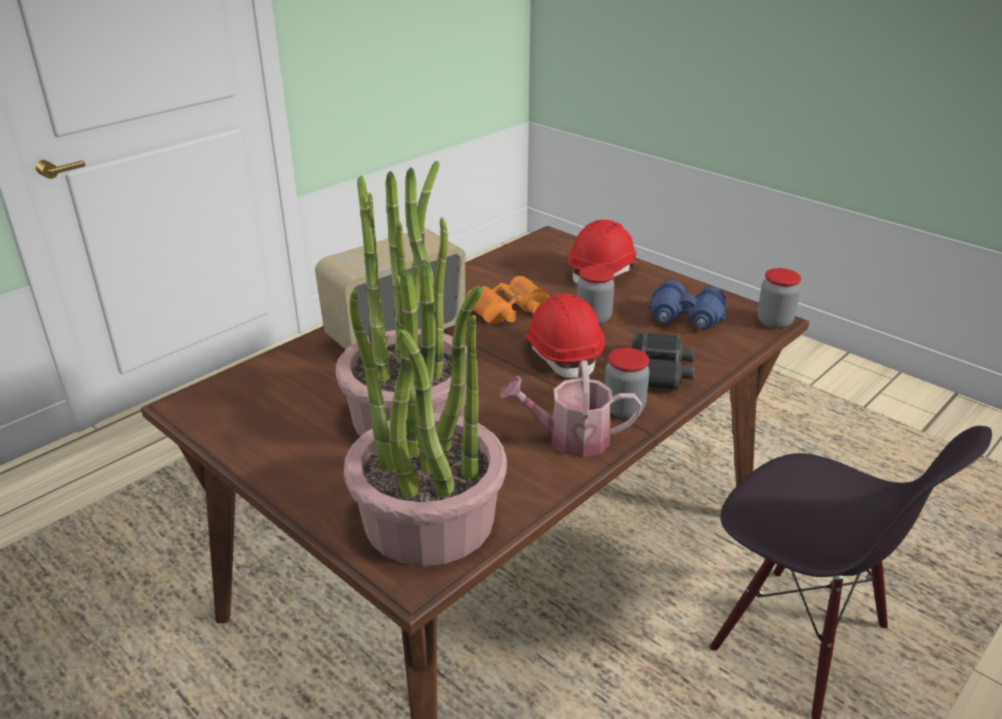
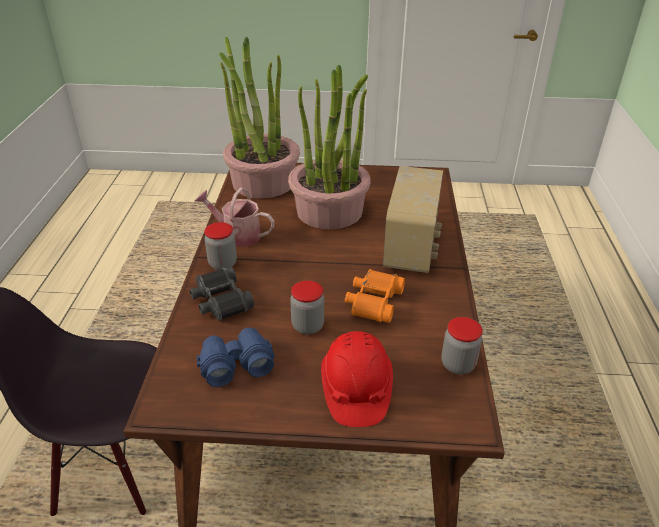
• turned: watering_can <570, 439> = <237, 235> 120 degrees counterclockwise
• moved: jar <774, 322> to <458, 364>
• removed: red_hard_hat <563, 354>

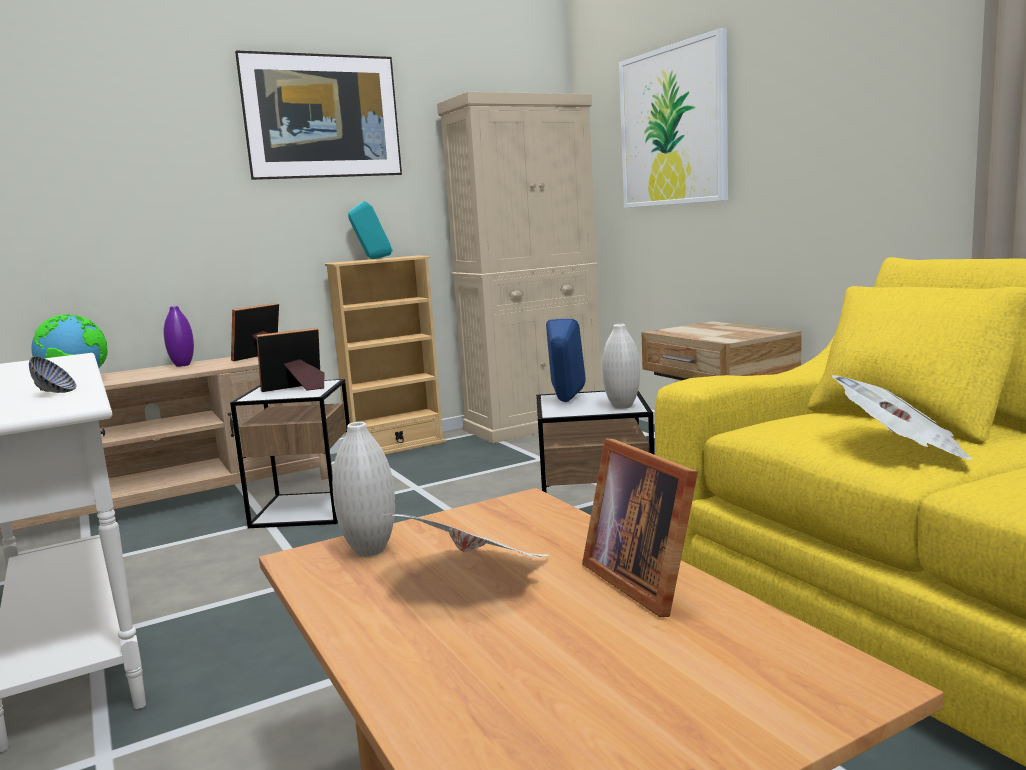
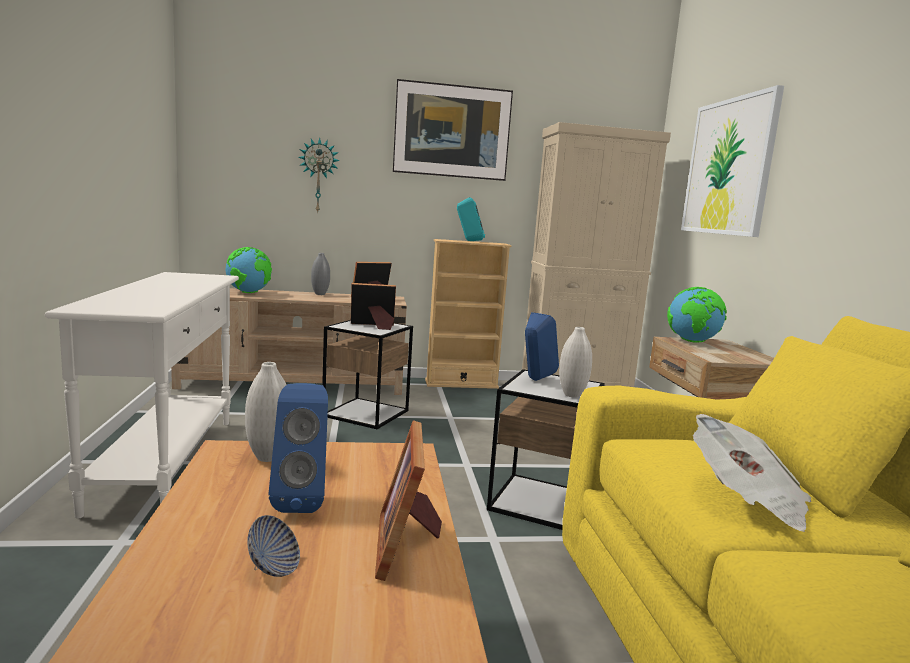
• moved: bowl <55, 393> to <273, 568>
• replaced: newspaper <475, 578> to blue_speaker <302, 500>
• added: wall_clock <318, 176>
• recoloured: purple_vase <182, 365> to grey_vase <320, 294>
• added: globe <692, 342>

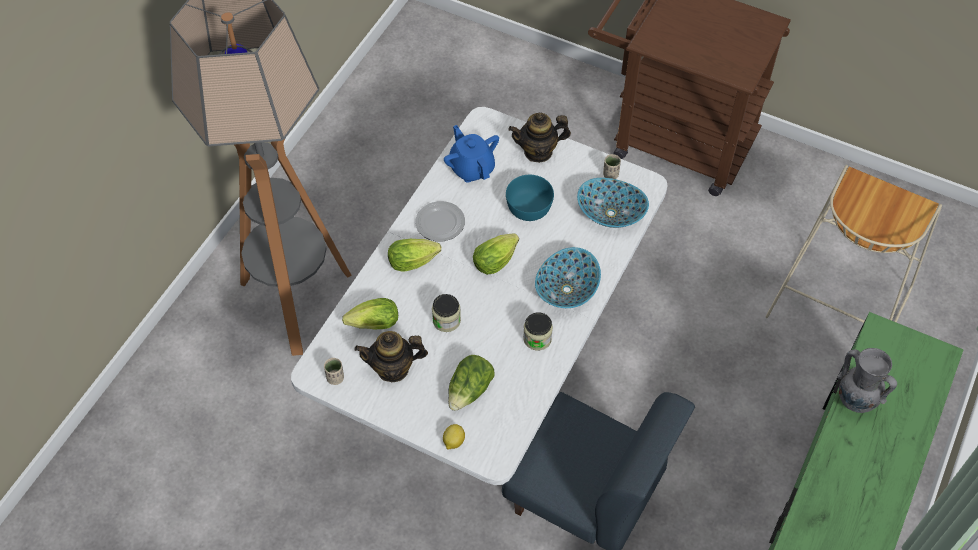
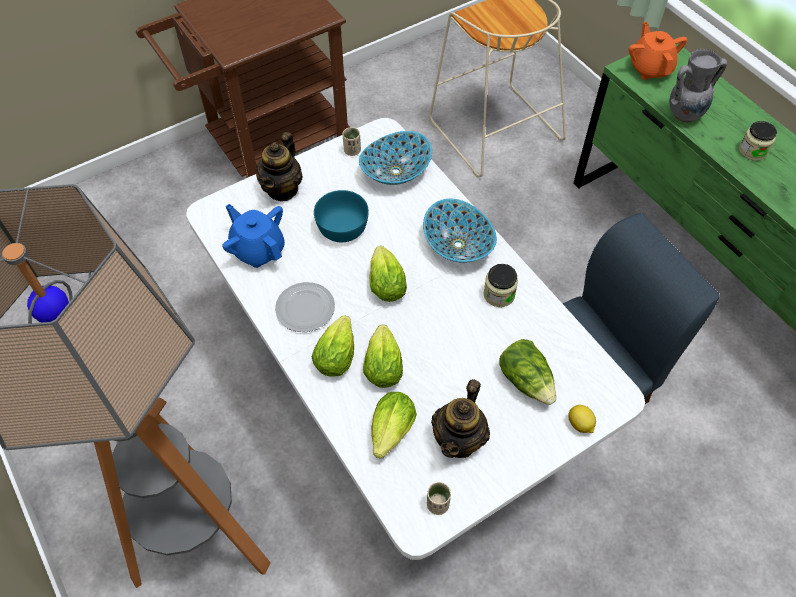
• turned: blue_teapot <472, 168> = <258, 249> 45 degrees clockwise
• added: lettuce <383, 364>
• added: orange_teapot <650, 68>
• moved: jar <446, 320> to <752, 151>

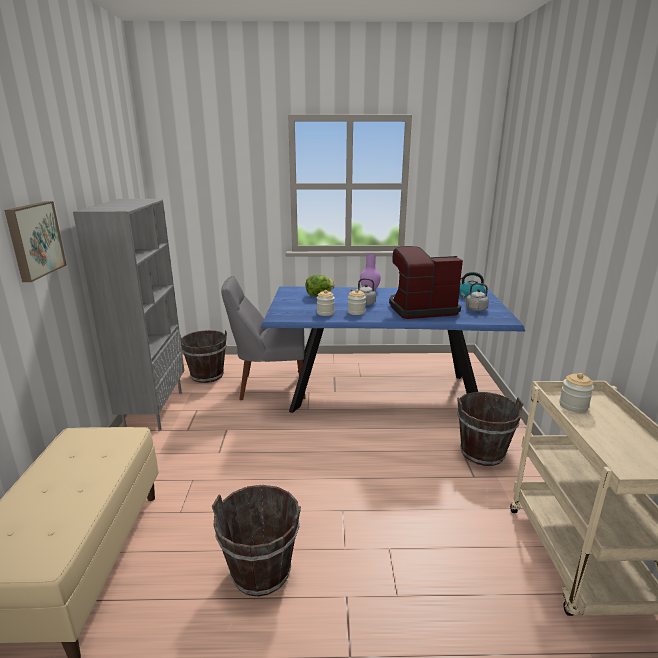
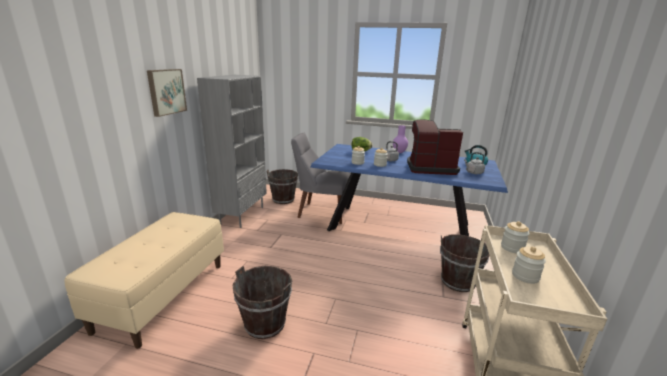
• added: jar <525, 276>

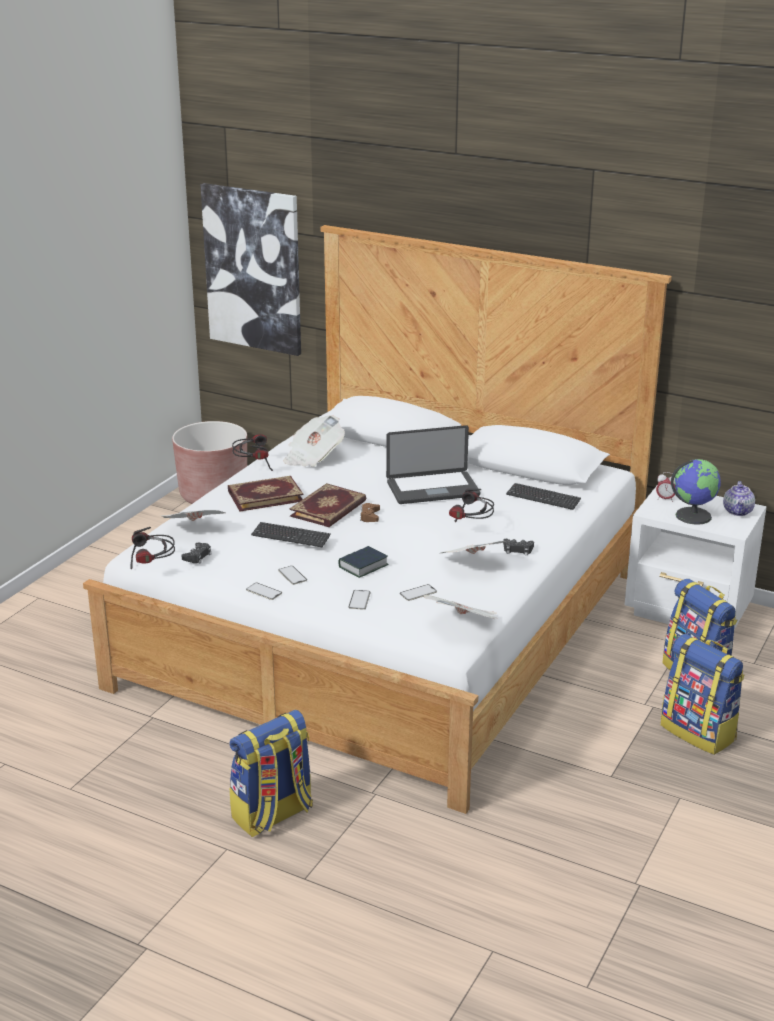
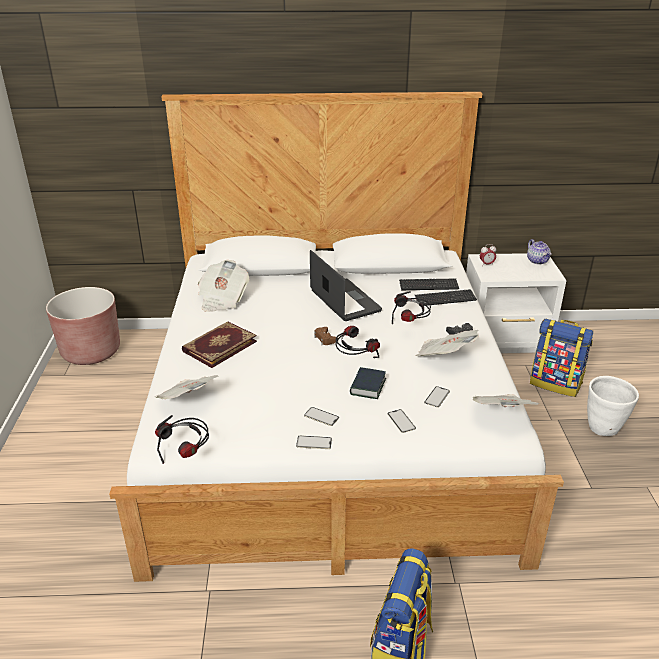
• turned: laptop <433, 489> = <345, 301> 75 degrees counterclockwise
• moved: headphones <253, 468> to <354, 360>
• moved: keyboard <291, 536> to <445, 299>
• replaced: backpack <699, 732> to white_planter <603, 428>
• removed: black_game_controller <197, 556>
• removed: picture <253, 269>
• removed: book <329, 509>
• removed: globe <693, 515>

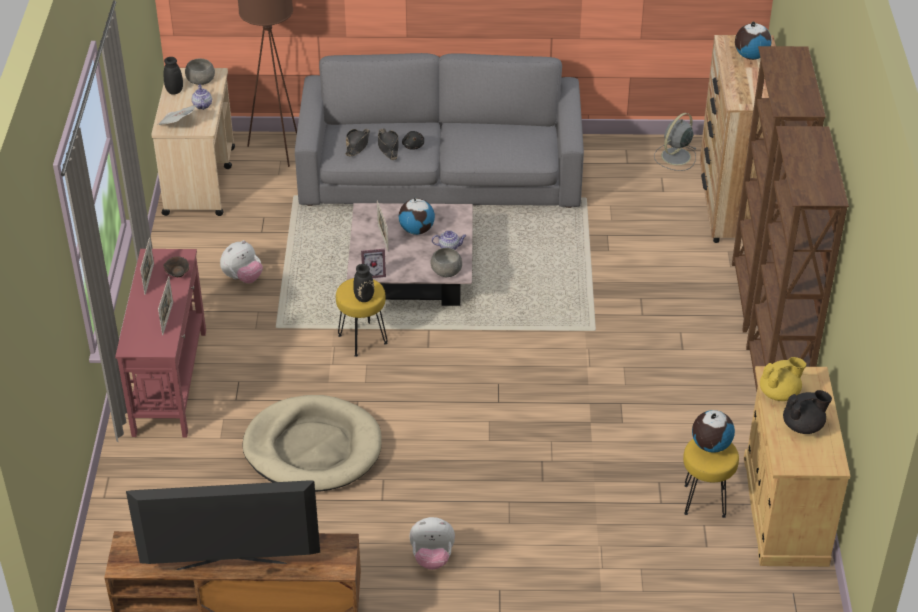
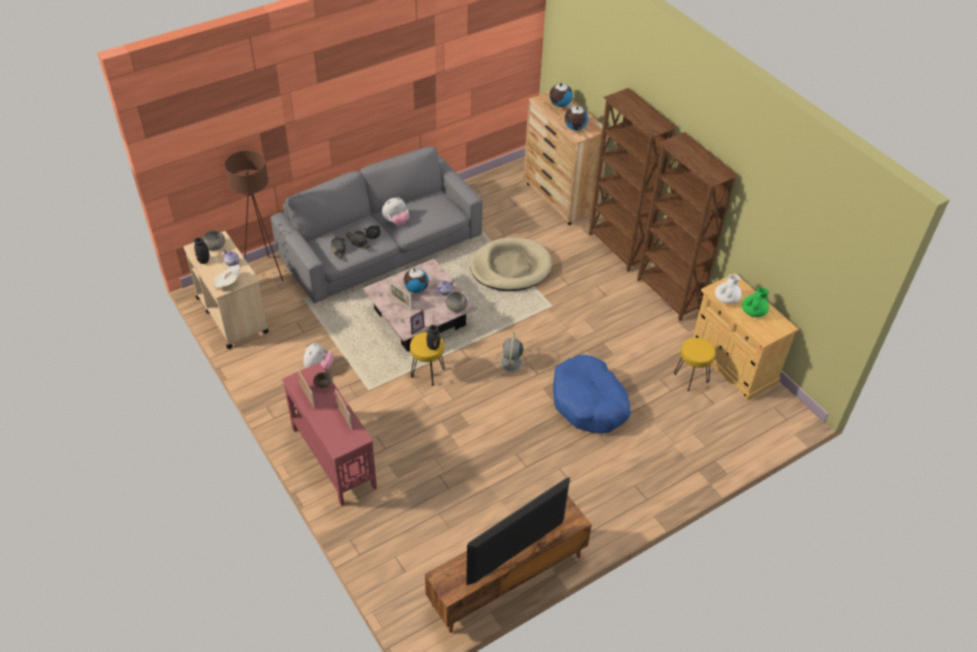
• moved: plush_toy <432, 558> to <396, 221>
• moved: beige_dog_bed <313, 448> to <510, 267>
• moved: grey_fan <675, 157> to <511, 364>
• added: blue_dog_bed <589, 402>
• moved: globe <710, 445> to <575, 127>
• recoloured: yellow_teapot <779, 393> to white_teapot <726, 298>
• recoloured: black_teapot <803, 426> to green_teapot <753, 311>

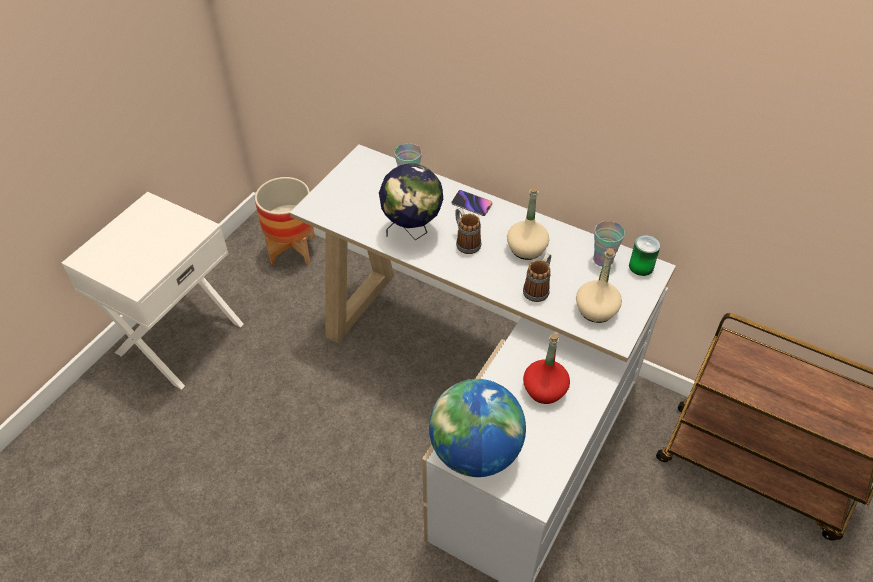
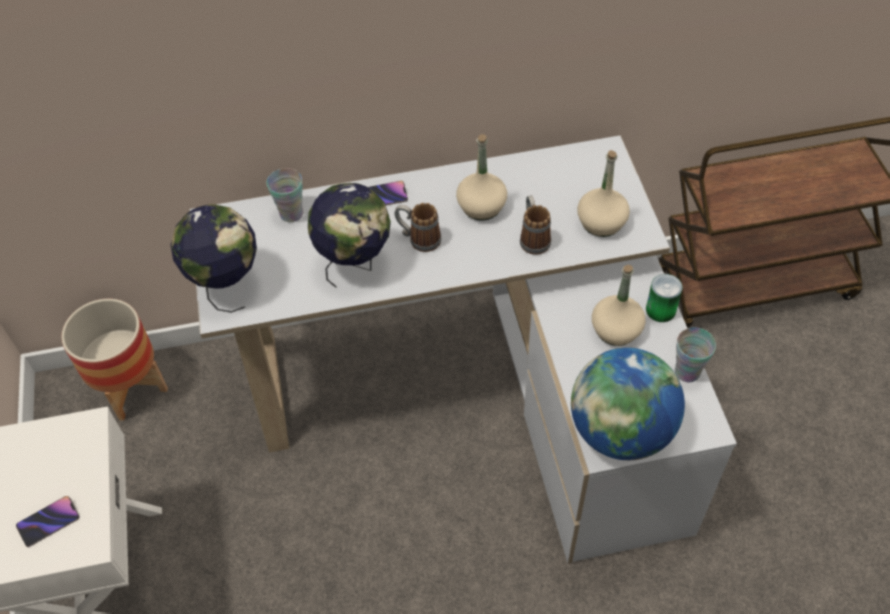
• added: phone <49, 522>
• added: globe <227, 285>
• recoloured: red_bottle <544, 389> to beige_bottle <616, 330>
• moved: can <641, 266> to <660, 310>
• moved: cup <603, 260> to <687, 372>

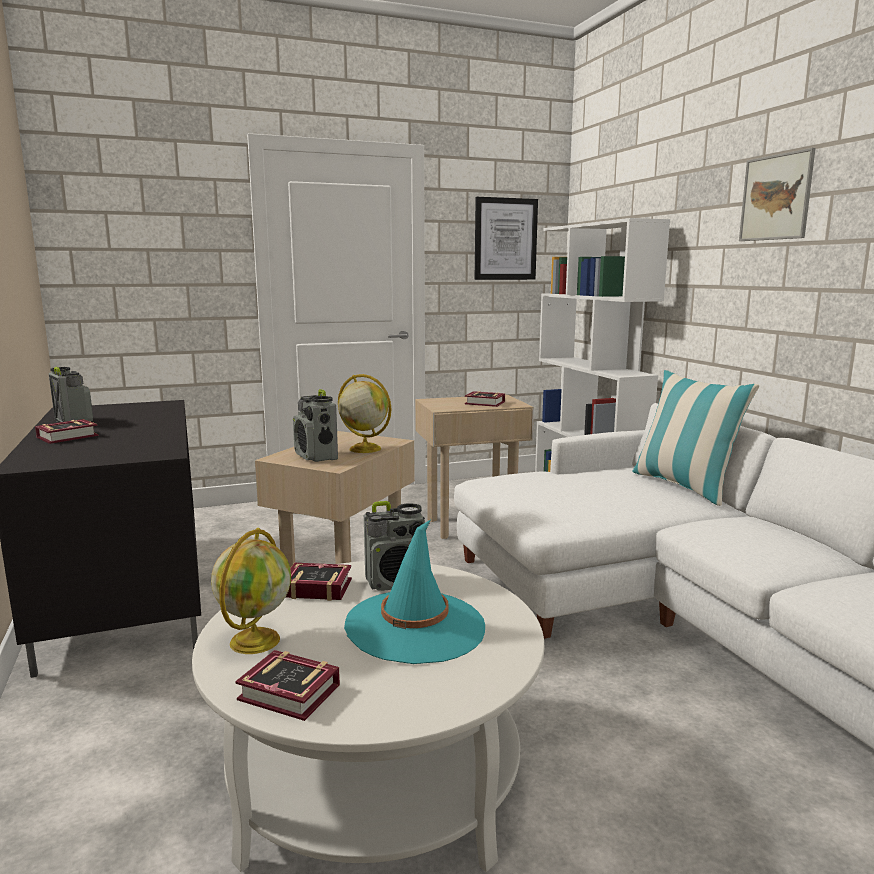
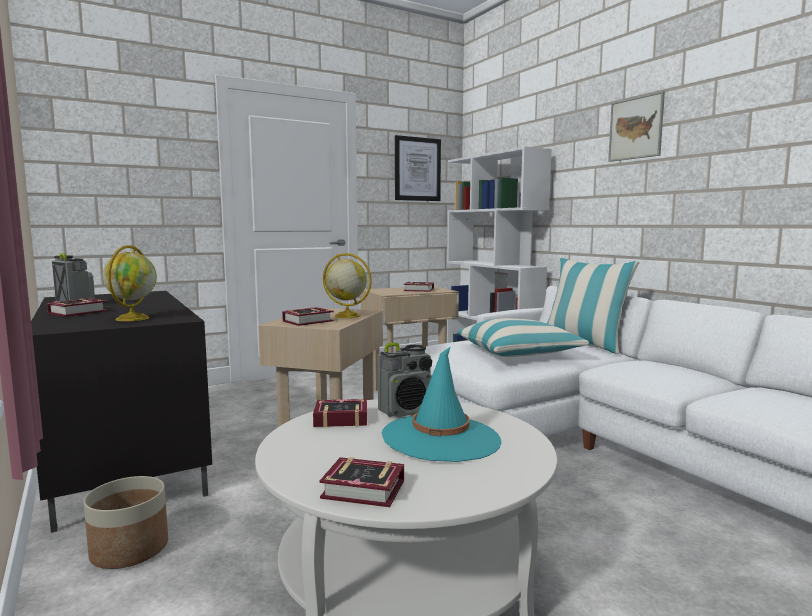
• added: planter <130, 549>
• moved: globe <255, 640> to <133, 318>
• replaced: radio <316, 456> to book <310, 321>
• added: pillow <518, 353>

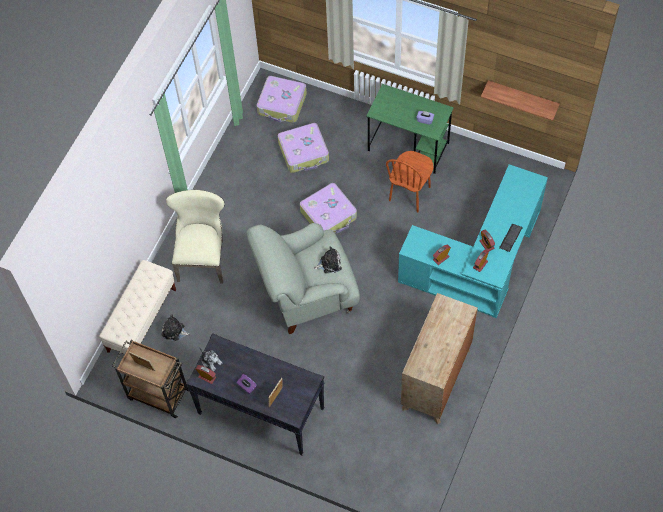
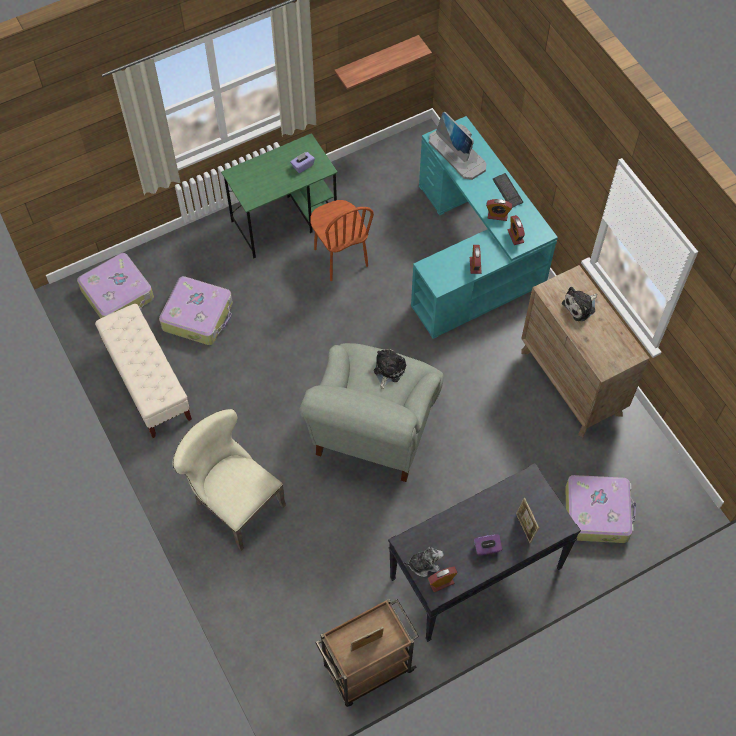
• moved: beige_bench <142, 320> to <148, 383>
• added: monitor <457, 154>
• moved: plush_toy <174, 331> to <580, 306>
• moved: suitcase <329, 215> to <597, 513>

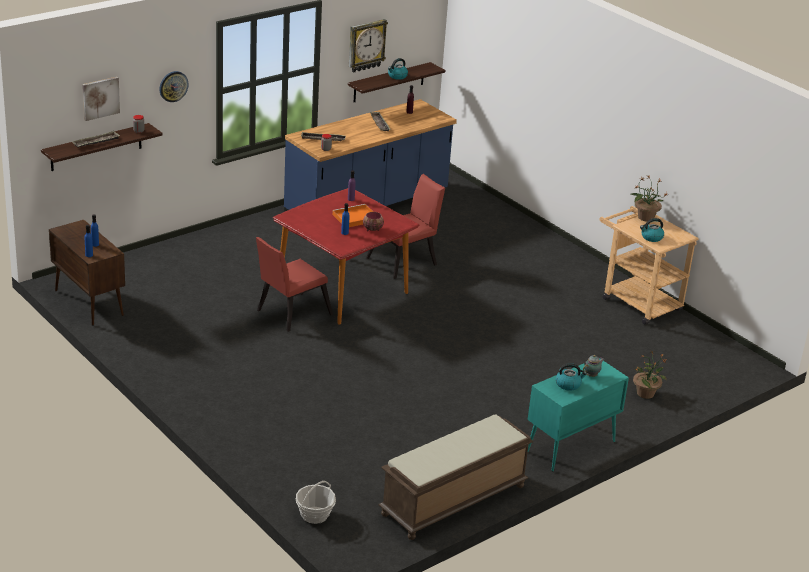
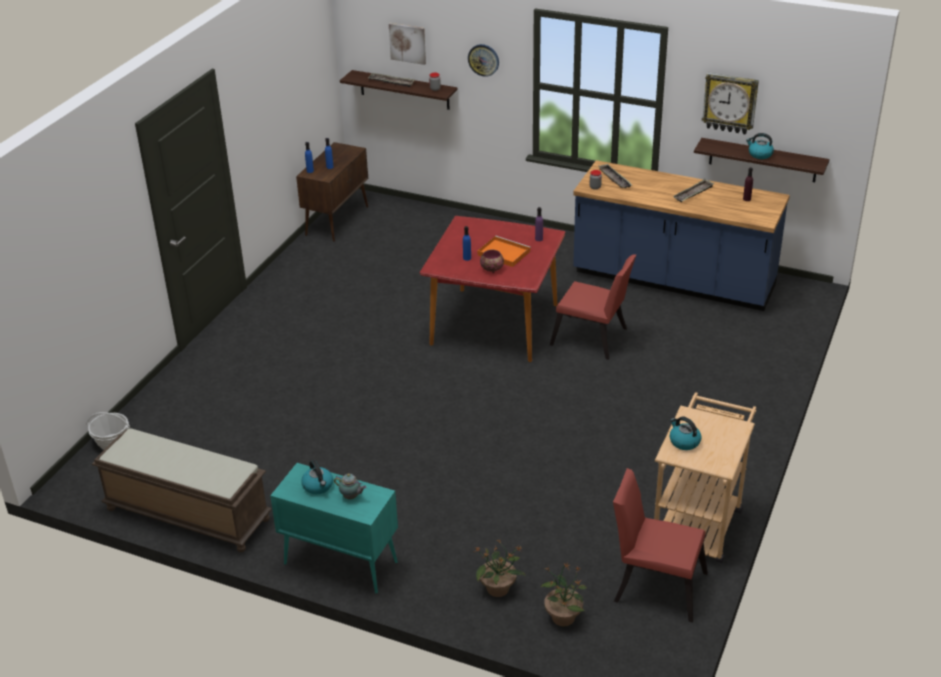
• moved: potted_plant <645, 217> to <563, 617>
• moved: red_chair <290, 313> to <654, 584>

